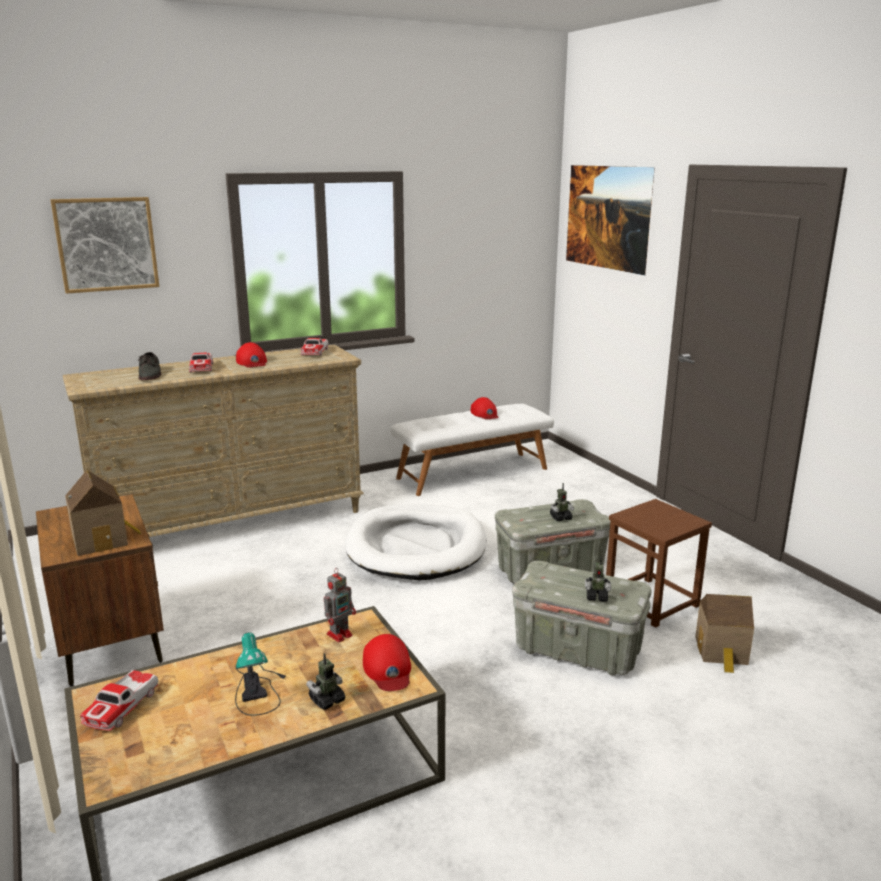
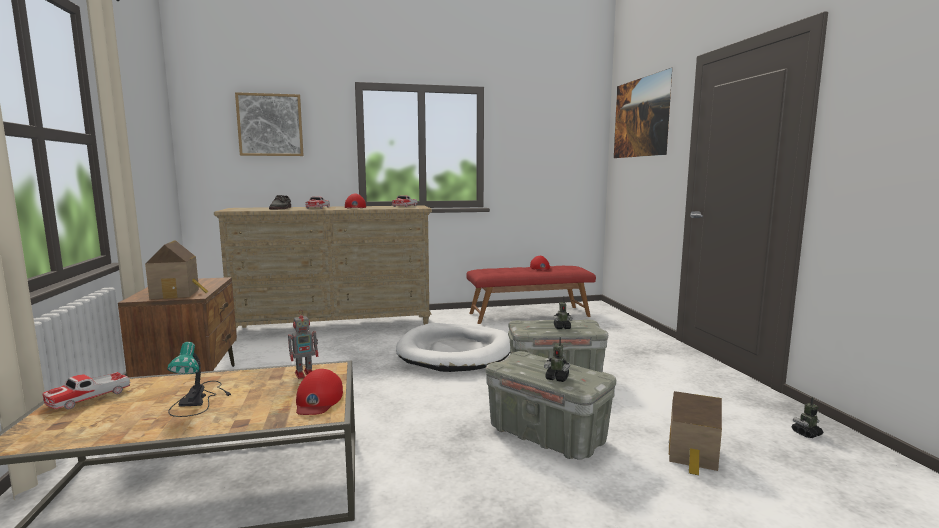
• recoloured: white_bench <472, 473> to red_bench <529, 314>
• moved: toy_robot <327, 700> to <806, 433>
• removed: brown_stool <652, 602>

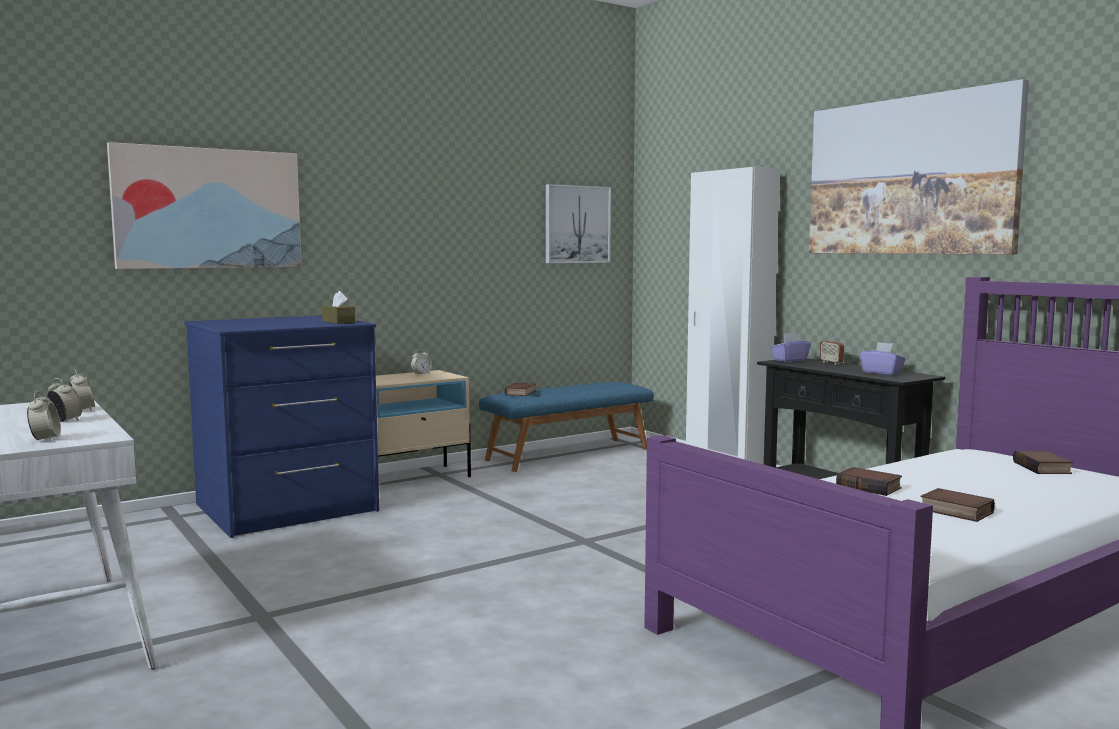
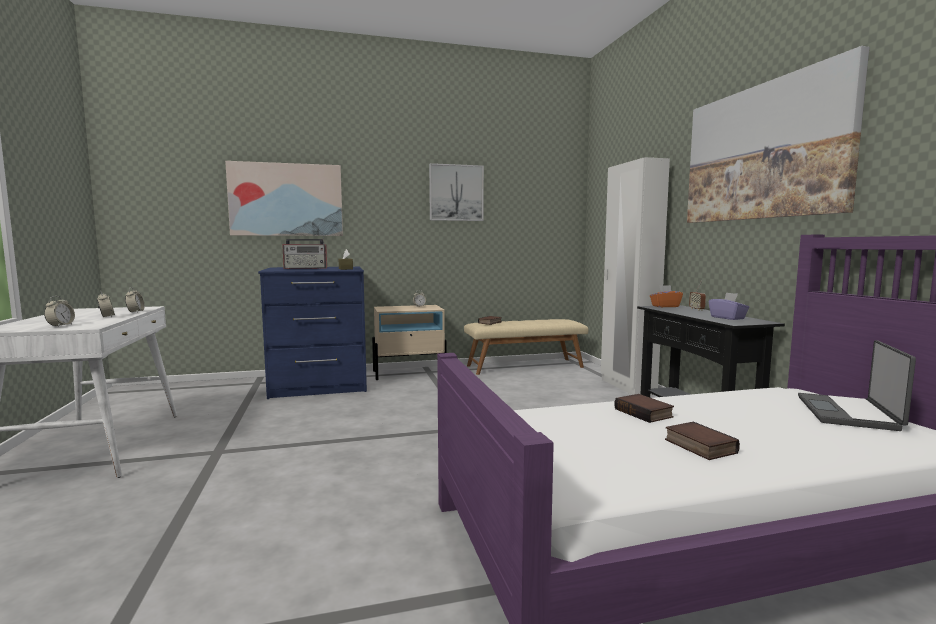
• added: radio <306, 268>
• moved: picture <577, 224> to <456, 193>
• recoloured: blue_bench <568, 454> to beige_bench <524, 366>
• recoloured: purple_tissue_box <789, 360> to orange_tissue_box <665, 306>
• replaced: book <1043, 468> to laptop <849, 413>

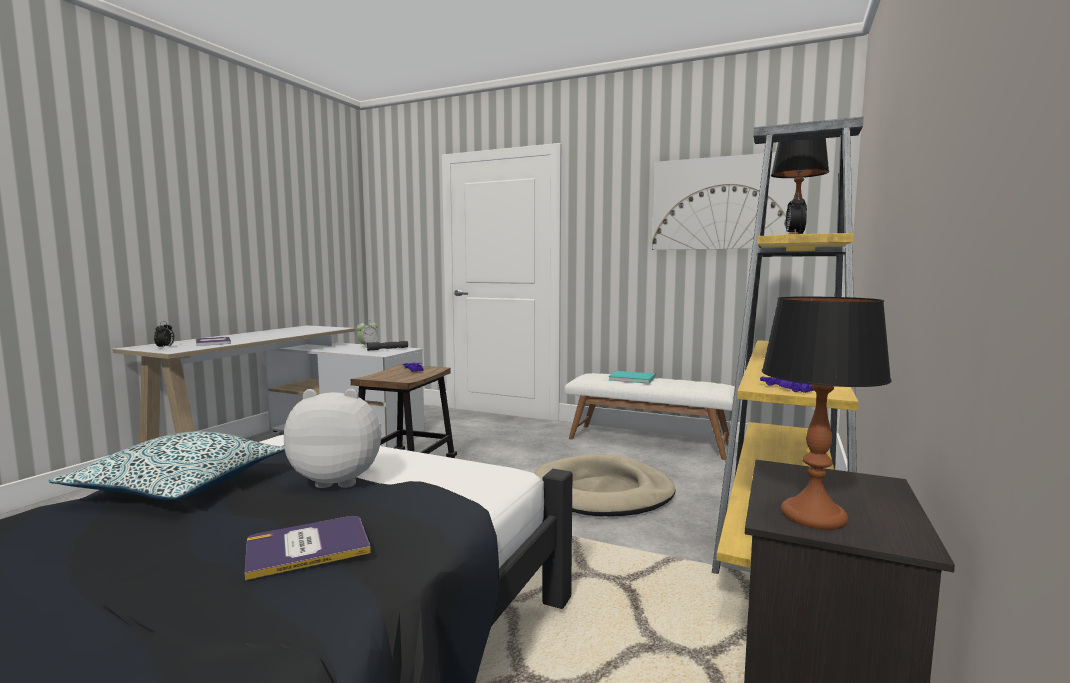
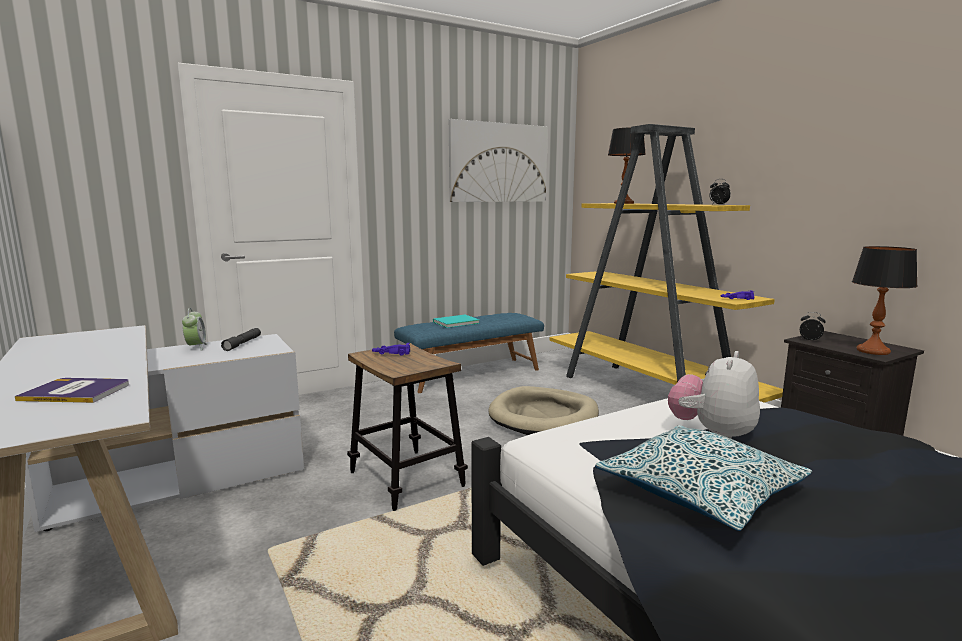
• recoloured: white_bench <649, 441> to blue_bench <471, 374>
• moved: alarm_clock <165, 347> to <810, 340>
• removed: book <308, 547>

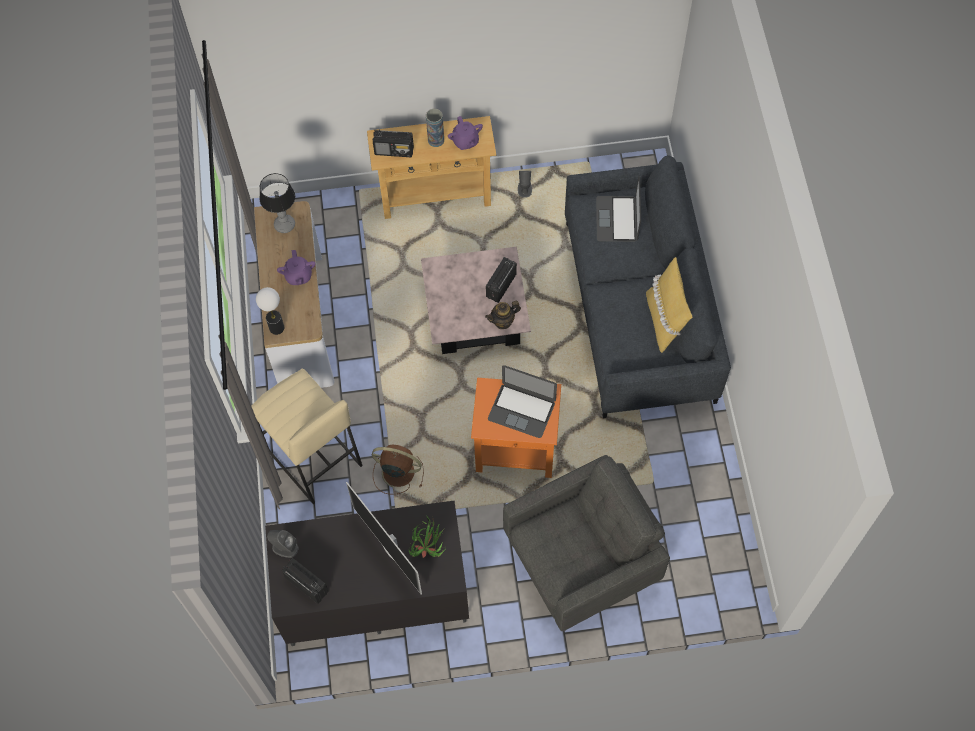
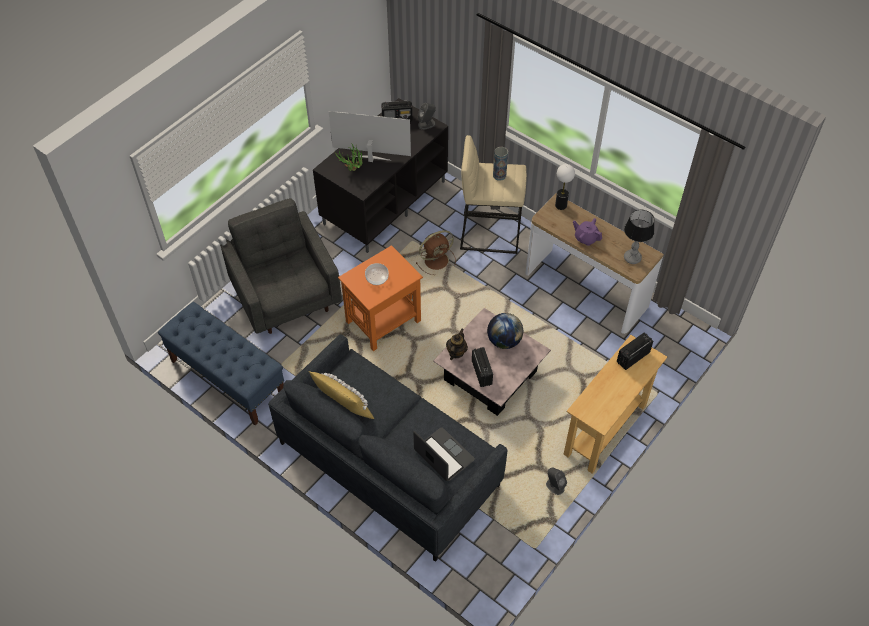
• added: blue_bench <227, 378>
• turned: grey_armchair <583, 560> = <286, 295> 135 degrees clockwise
• replaced: laptop <521, 410> to bowl <377, 278>
• added: globe <504, 341>
• moved: vase <436, 140> to <499, 175>
• removed: purple_teapot <465, 141>

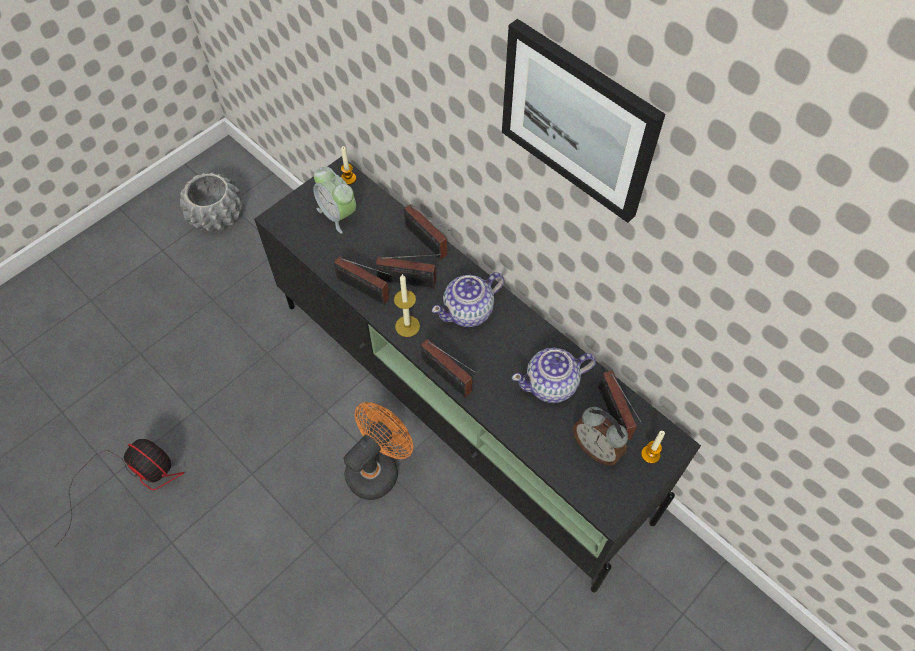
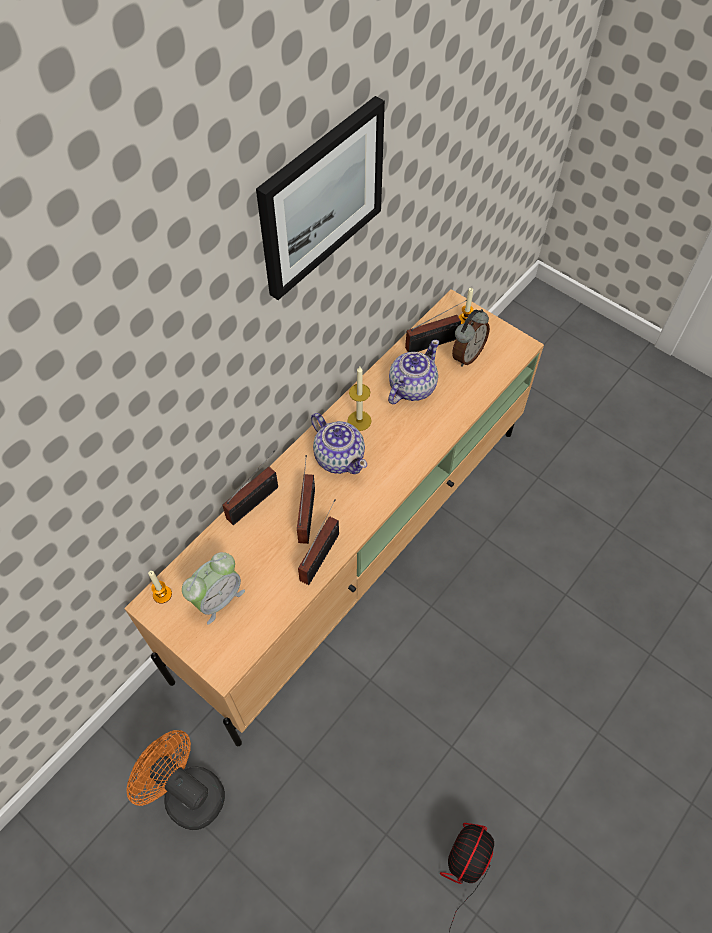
• recoloured: black_tv_stand <460, 409> to beige_tv_stand <356, 547>
• moved: orange_fan <378, 468> to <187, 792>
• moved: candle <407, 326> to <359, 421>
• turned: teapot <552, 384> = <411, 387> 120 degrees counterclockwise
• removed: grey_planter <217, 216>
• removed: radio <448, 378>

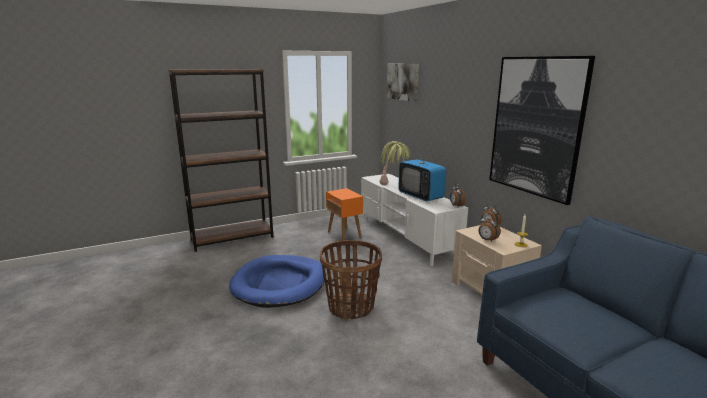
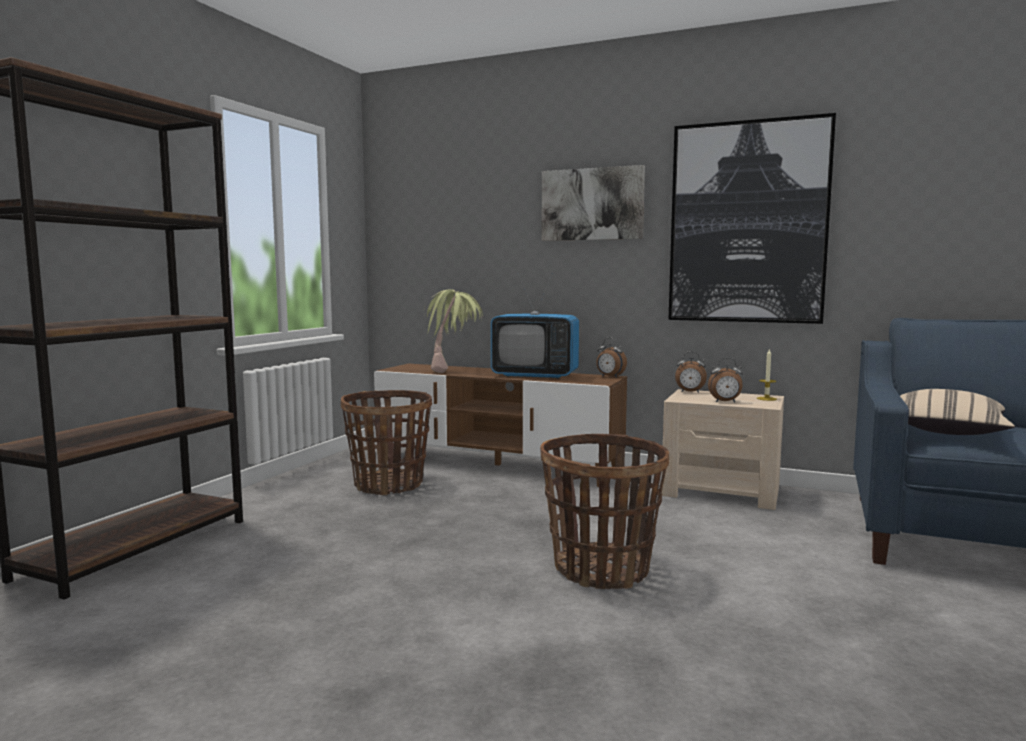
• replaced: orange_side_table <344, 235> to basket <389, 485>
• recoloured: white_tv_stand <406, 237> to brown_tv_stand <497, 465>
• moved: picture <402, 81> to <592, 204>
• added: beige_pillow <946, 433>
• removed: blue_dog_bed <280, 284>

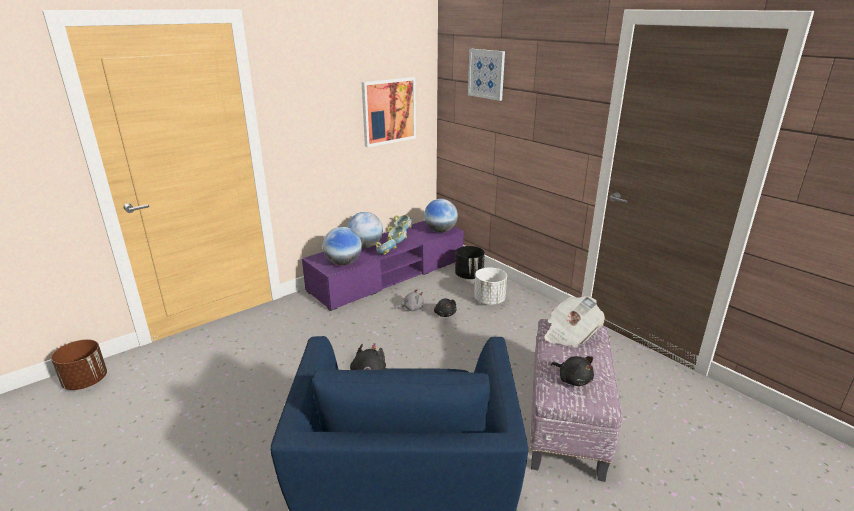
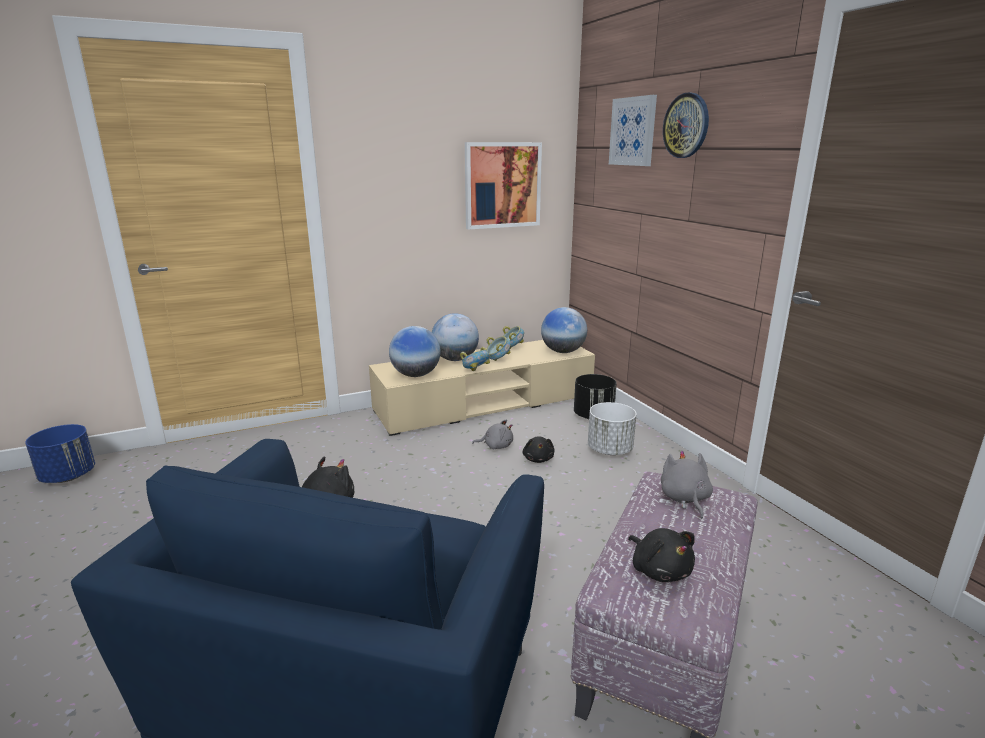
• recoloured: brown_planter <86, 381> to blue_planter <68, 476>
• recoloured: purple_tv_stand <388, 275> to beige_tv_stand <485, 404>
• replaced: newspaper <570, 334> to grey_plush_toy <684, 499>
• added: wall_clock <686, 125>

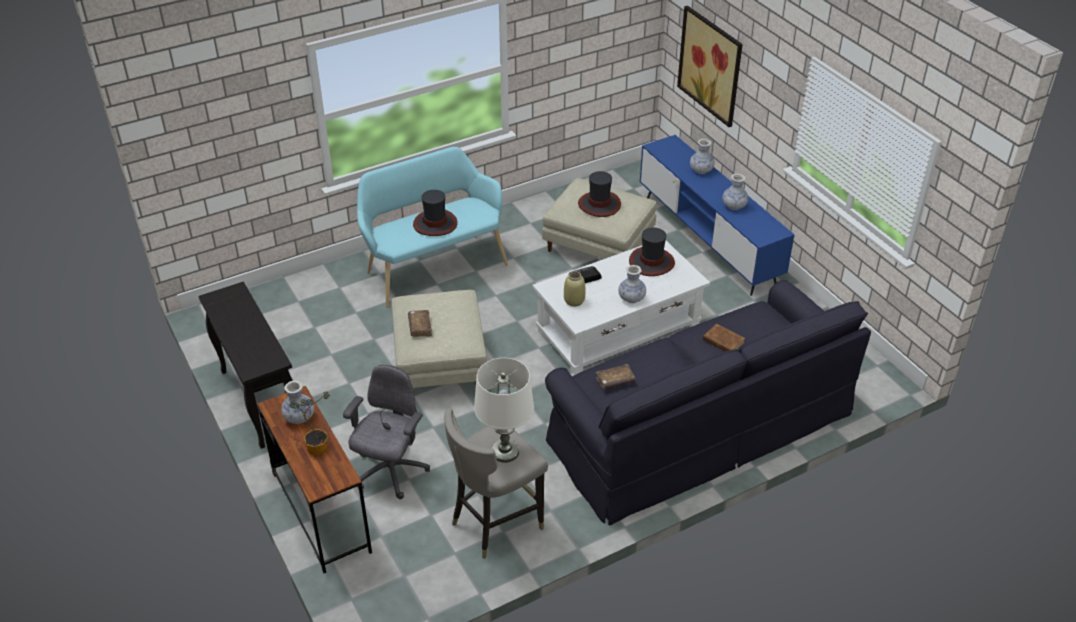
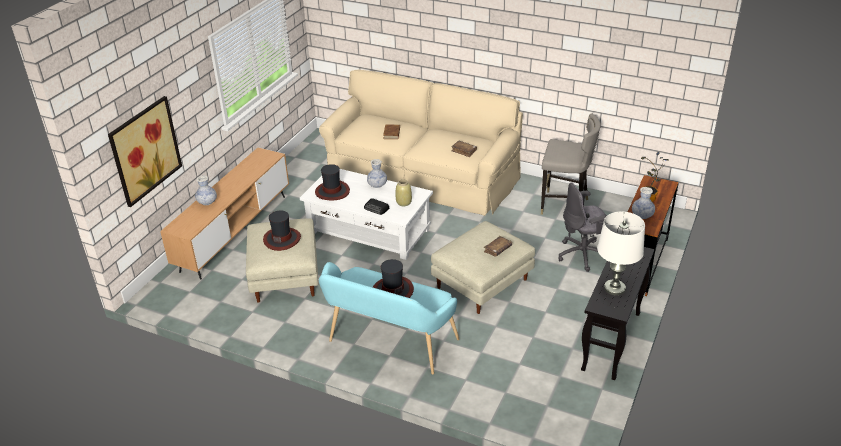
• recoloured: blue_tv_stand <707, 240> to brown_tv_stand <235, 233>
• recoloured: black_sofa <698, 426> to beige_sofa <420, 175>
• moved: white_table_lamp <505, 452> to <614, 288>
• removed: vase <734, 206>

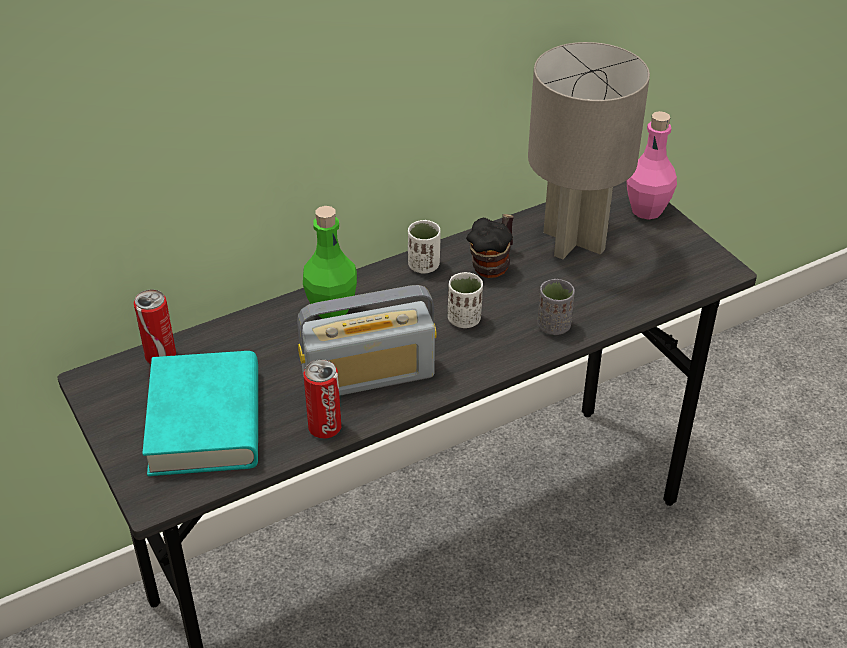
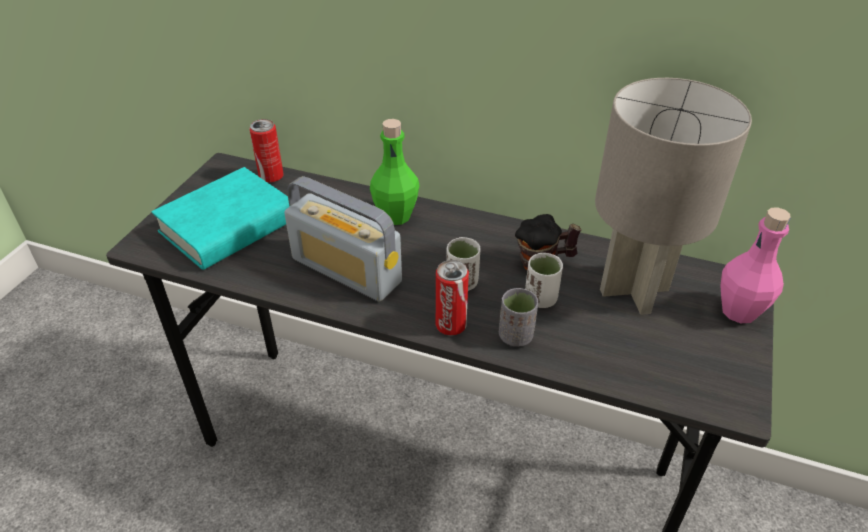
• moved: can <324, 428> to <451, 325>
• moved: white_cup <424, 266> to <540, 299>

